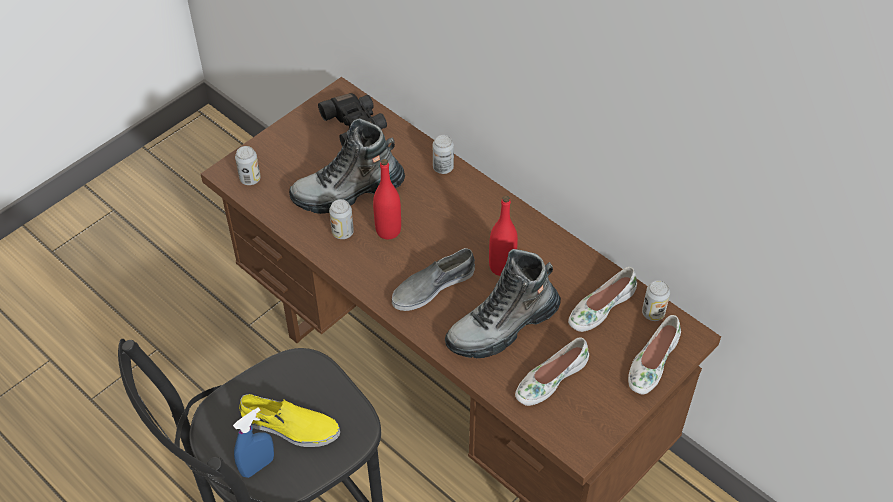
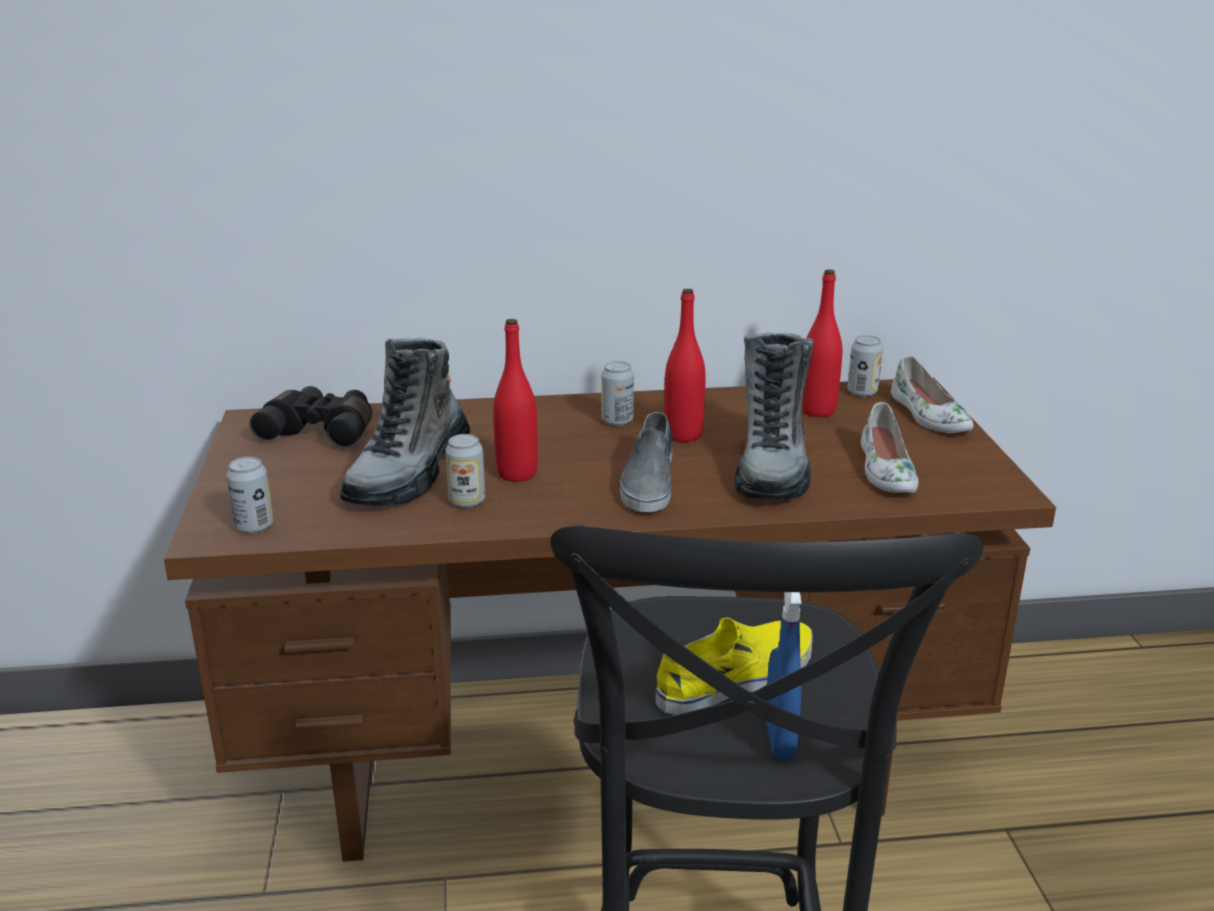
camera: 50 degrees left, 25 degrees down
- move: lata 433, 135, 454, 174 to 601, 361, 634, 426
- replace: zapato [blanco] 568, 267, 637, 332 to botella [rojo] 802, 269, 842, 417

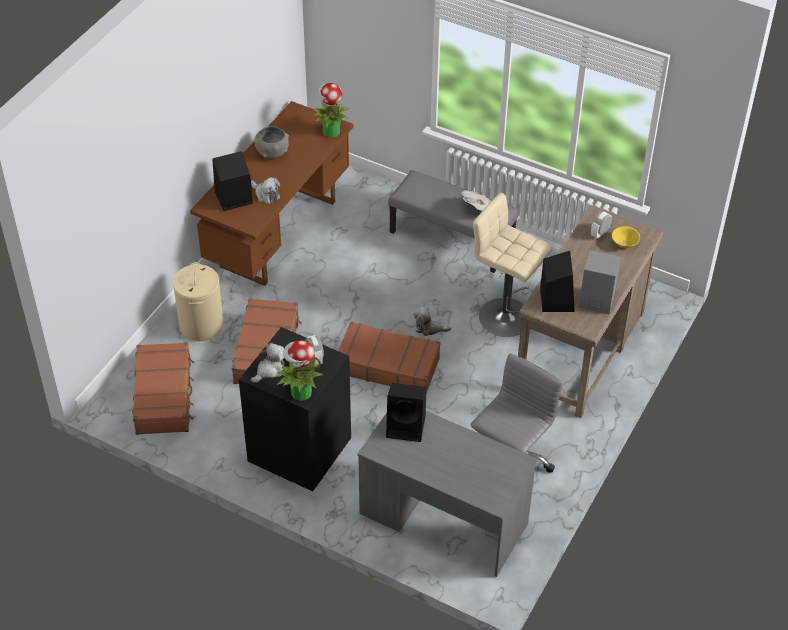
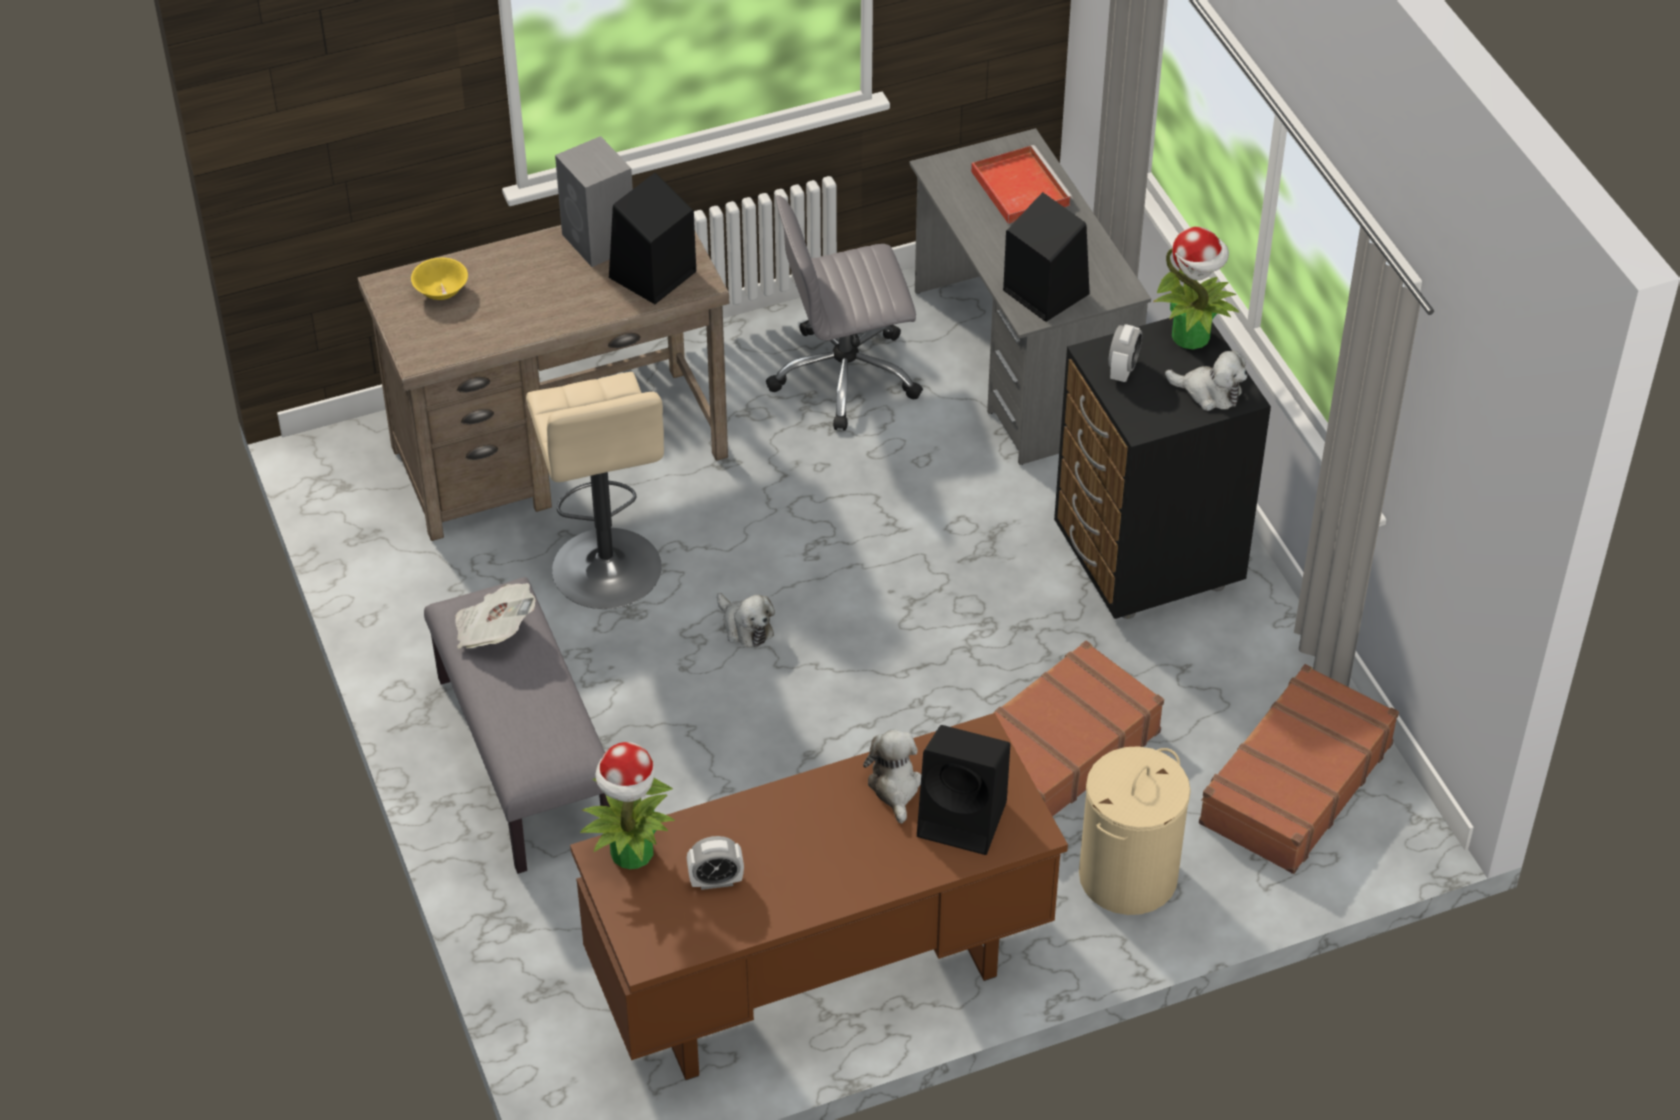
camera: 140 degrees left, 0 degrees up
- delete: cuenco [gris] 254, 126, 289, 159
- delete: maleta [marrón] 338, 321, 441, 394
- insert: bandeja [rojo] 971, 145, 1073, 224
- move: despertador 591, 211, 612, 239 to 687, 836, 744, 890
- rotate: peluche 251, 343, 285, 383 = 1165, 350, 1247, 411 150 degrees counterclockwise

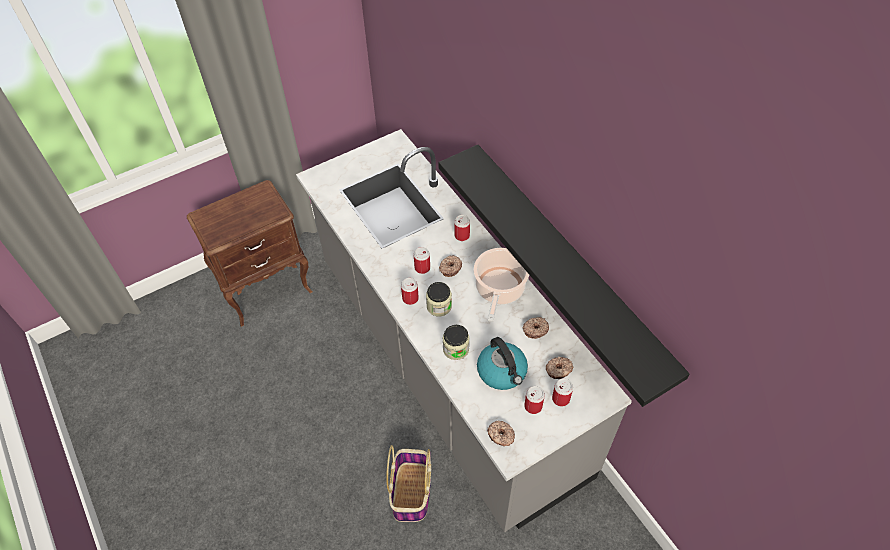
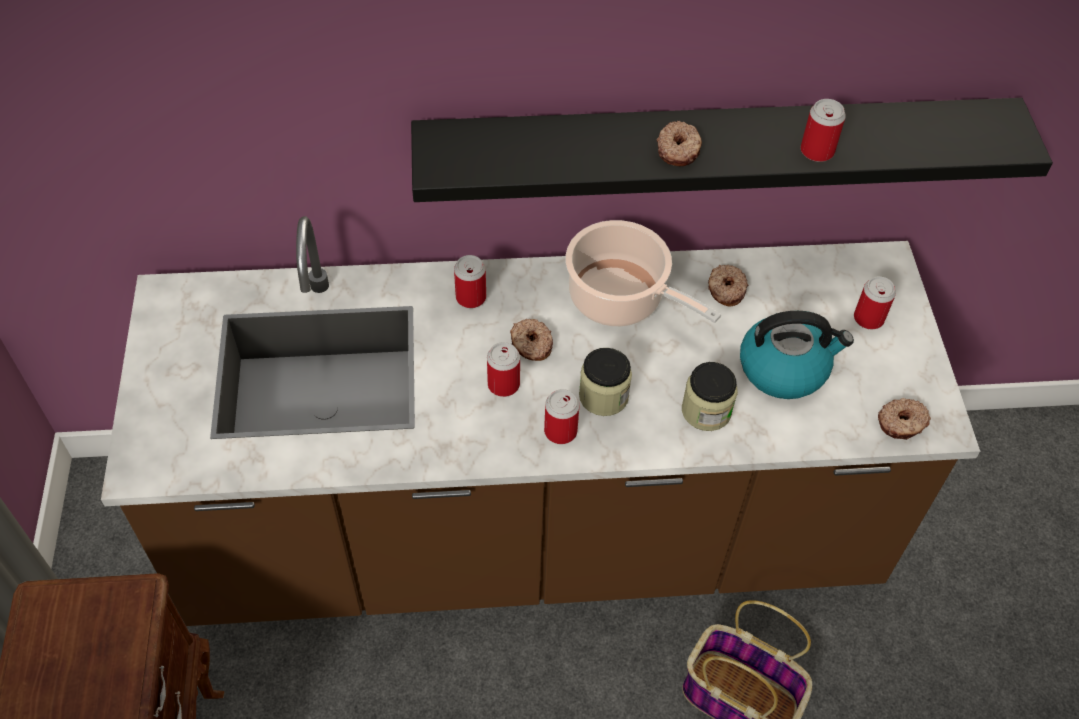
camera: 65 degrees left, 0 degrees up
- move: lata 524, 386, 545, 414 to 801, 99, 846, 162
- move: rosquilla 546, 357, 574, 379 to 657, 121, 702, 166
- recolor: mueble bajo de cocina [gris] 296, 129, 632, 532 to mueble bajo de cocina [marrón] 101, 216, 980, 626

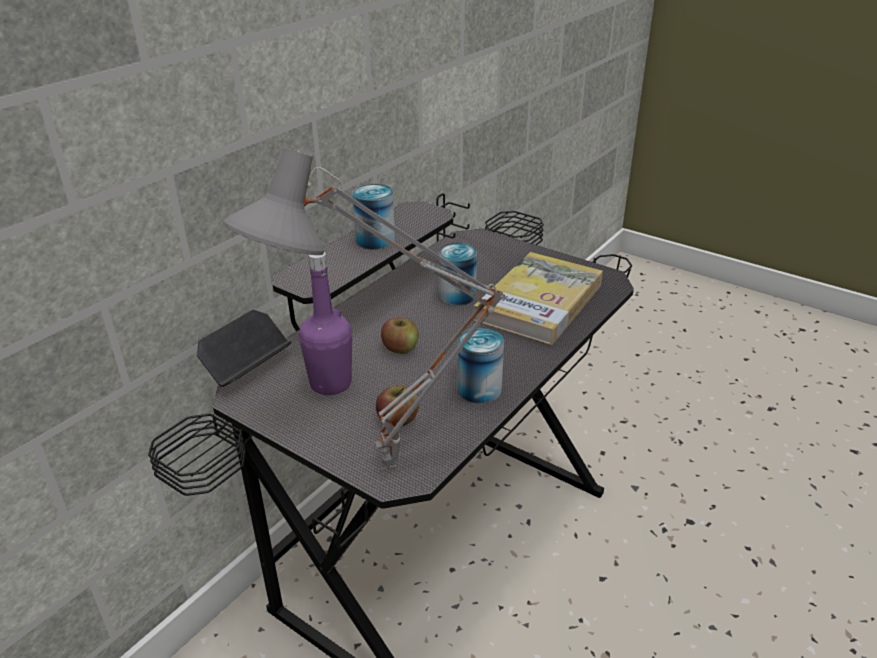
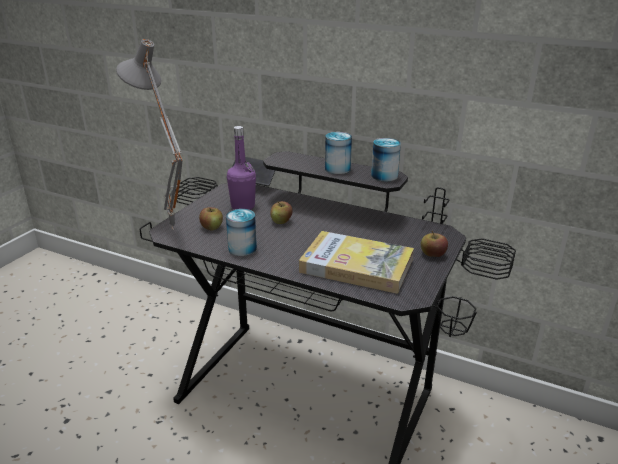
camera: 80 degrees right, 5 degrees down
- insert: manzana 421, 231, 448, 257
- move: lata 438, 243, 477, 306 to 371, 138, 401, 181

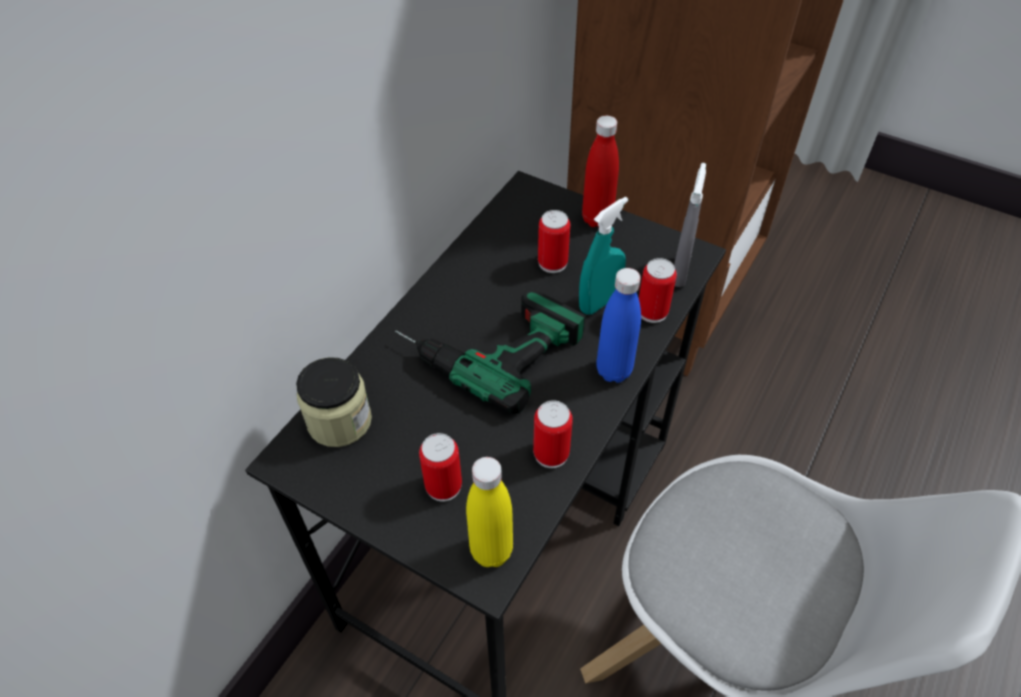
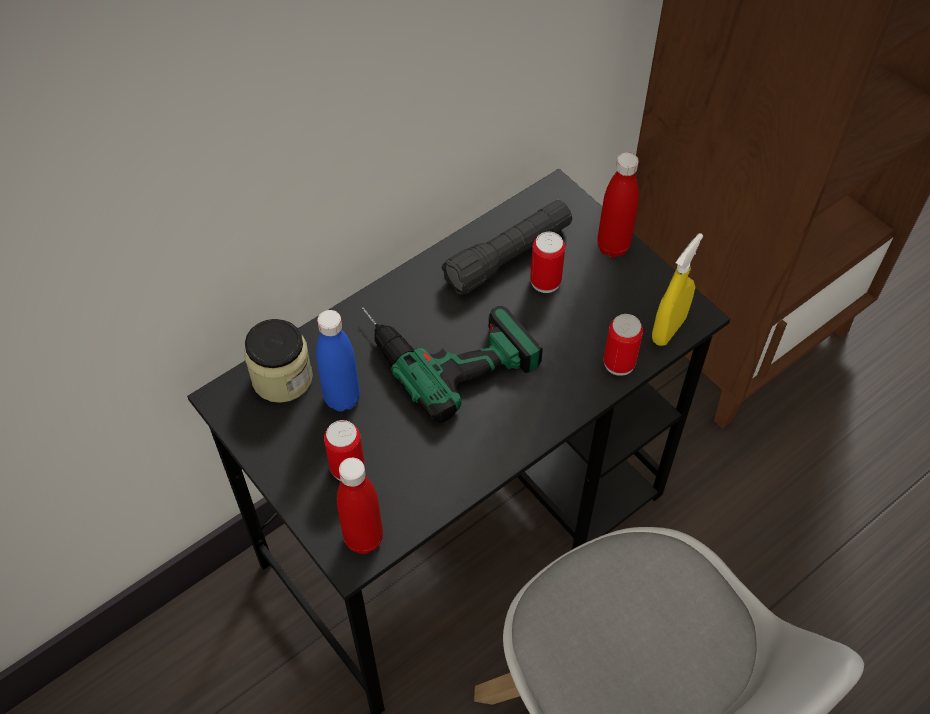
camera: 20 degrees right, 5 degrees up
- delete: lata 533, 400, 573, 468
- delete: pulverizador [turquesa] 579, 197, 628, 315
- insert: linterna [negro] 442, 200, 572, 294
- move: botella [azul] 596, 268, 641, 383 to 316, 310, 360, 412
- recolor: botella [amarillo] 466, 457, 513, 567 to botella [rojo] 337, 458, 383, 554
- recolor: pulverizador [gris] 674, 163, 706, 287 to pulverizador [amarillo] 652, 233, 703, 346

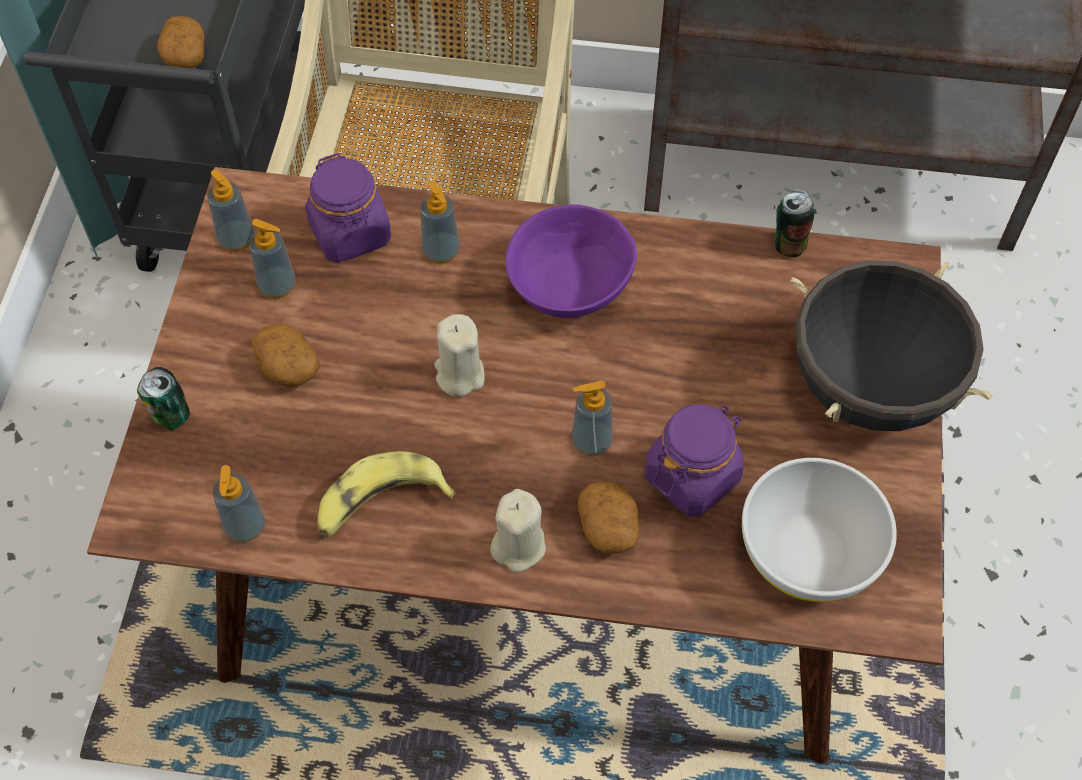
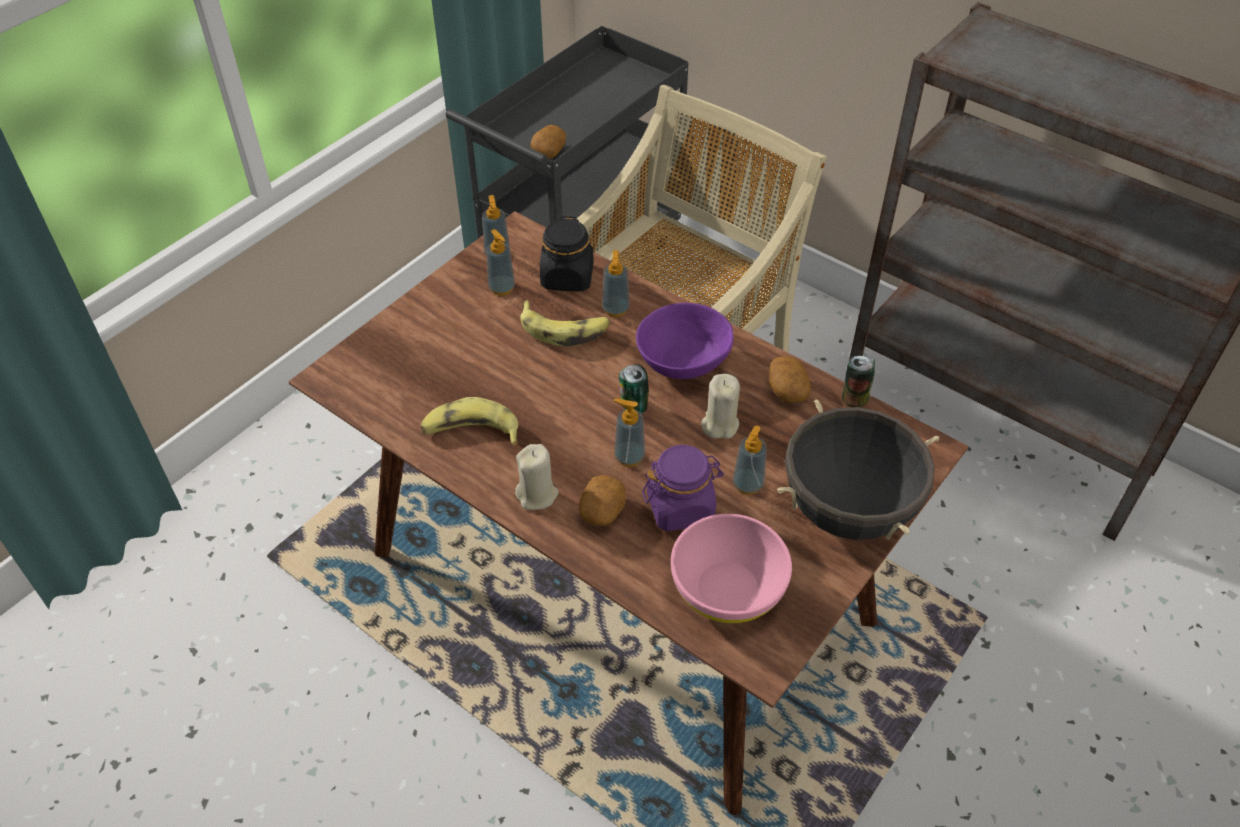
camera: 30 degrees right, 10 degrees down
- insert: plátano 520, 300, 610, 347
- move: lata 137, 367, 190, 431 to 619, 364, 649, 413
- move: dispensador de jabón 212, 465, 266, 543 to 733, 425, 767, 495
- move: patata 252, 324, 320, 387 to 769, 356, 811, 403
- move: vela [beis] 434, 314, 485, 397 to 701, 374, 740, 439
- recolor: tarro [morado] 305, 153, 391, 263 to tarro [negro] 540, 216, 594, 292
- recolor: cuenco [blanco] 742, 458, 897, 602 to cuenco [rosa] 671, 514, 792, 623

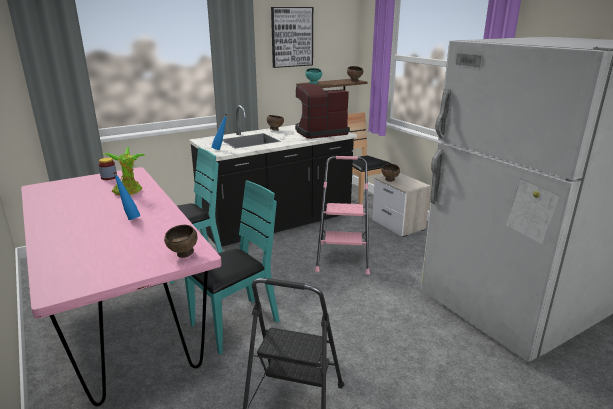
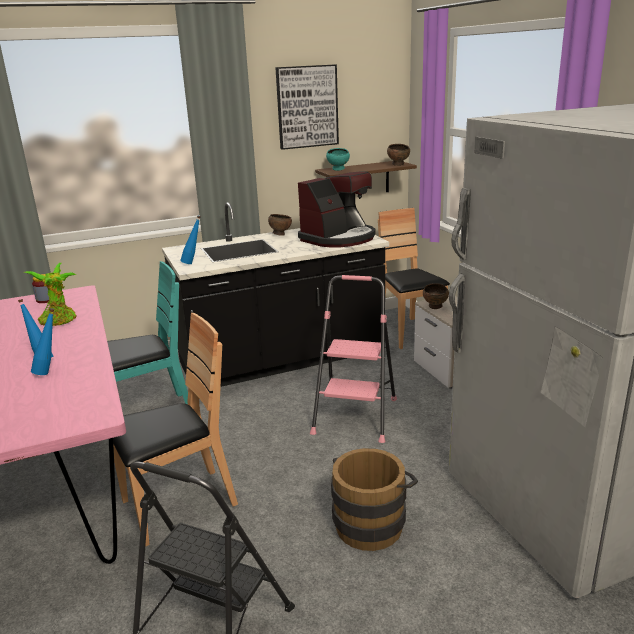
camera: 10 degrees right, 0 degrees up
- delete: cuenco [marrón] 164, 225, 197, 258
- insert: botella [azul] 31, 308, 55, 375
- insert: cubo [marrón] 331, 448, 418, 551
- recolor: silla [turquesa] 185, 181, 280, 355 to silla [marrón] 113, 313, 238, 547
- rotate: cafetera 295, 83, 350, 139 = 298, 172, 376, 248 150 degrees clockwise

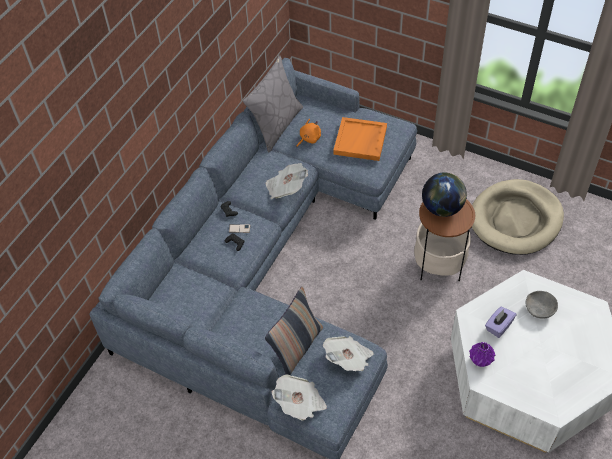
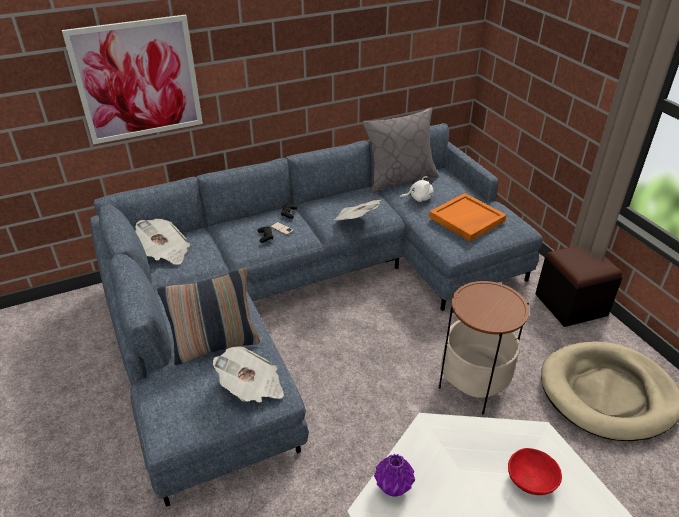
camera: 35 degrees right, 15 degrees down
- delete: globo terráqueo 422, 172, 467, 217
- delete: caja de pañuelos [morado] 485, 306, 517, 338
- insert: cuadro 62, 14, 203, 145
- insert: puf [negro] 535, 246, 623, 327
- move: periódico 272, 375, 327, 420 to 135, 219, 190, 265
- recolor: peluche [naranja] 296, 119, 321, 147 to peluche [blanco] 400, 176, 433, 202
- recolor: cuenco [gris] 525, 291, 558, 319 to cuenco [rojo] 508, 448, 562, 495

